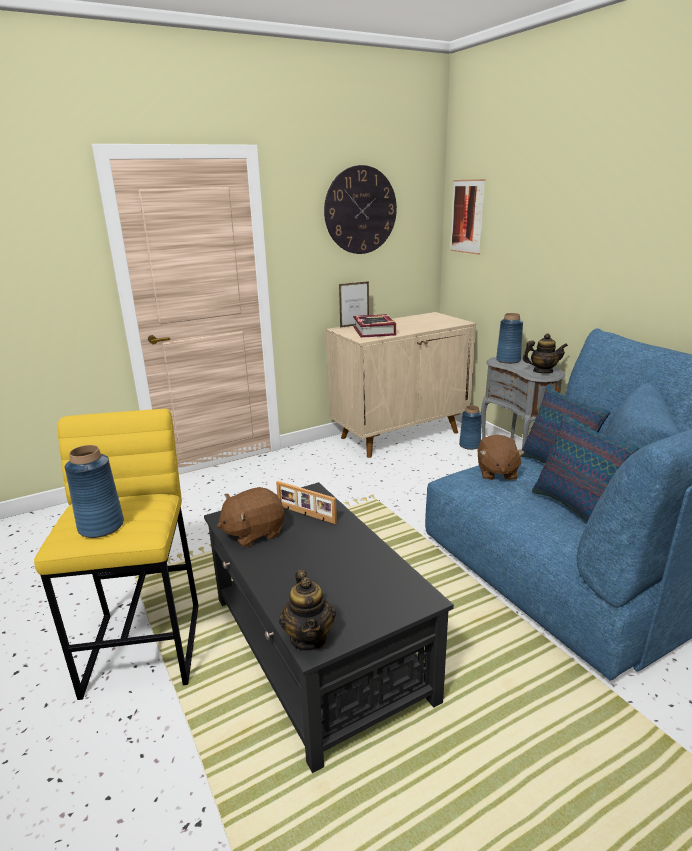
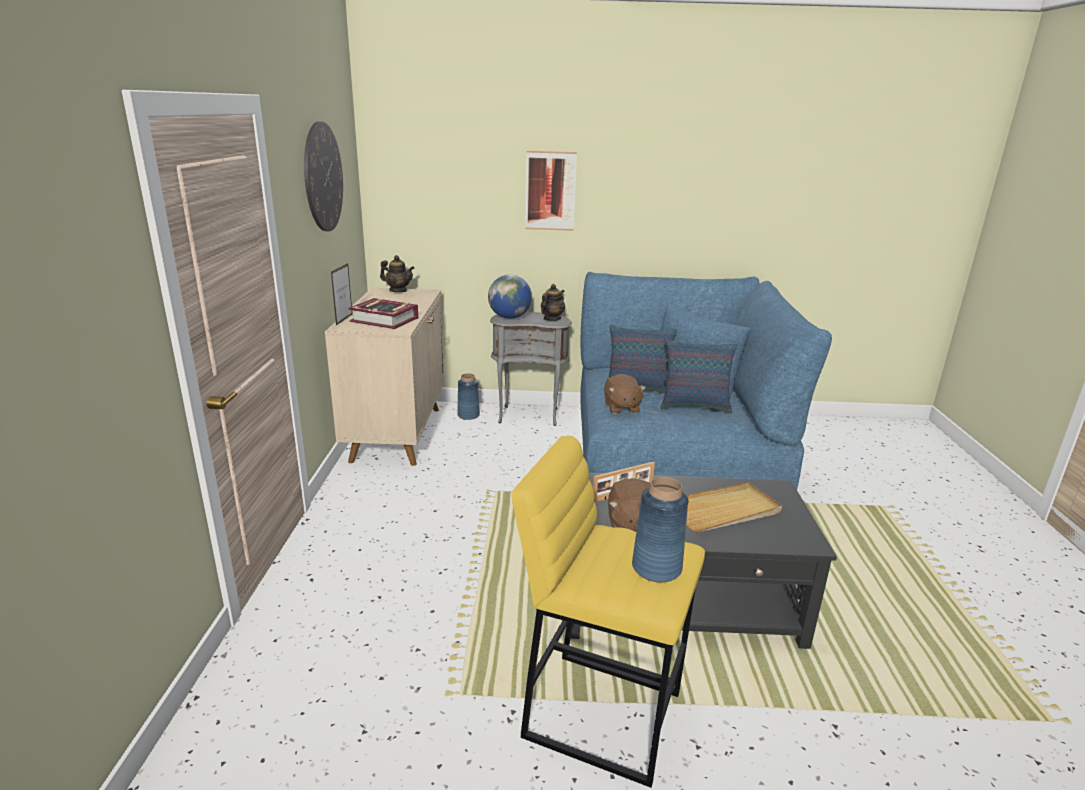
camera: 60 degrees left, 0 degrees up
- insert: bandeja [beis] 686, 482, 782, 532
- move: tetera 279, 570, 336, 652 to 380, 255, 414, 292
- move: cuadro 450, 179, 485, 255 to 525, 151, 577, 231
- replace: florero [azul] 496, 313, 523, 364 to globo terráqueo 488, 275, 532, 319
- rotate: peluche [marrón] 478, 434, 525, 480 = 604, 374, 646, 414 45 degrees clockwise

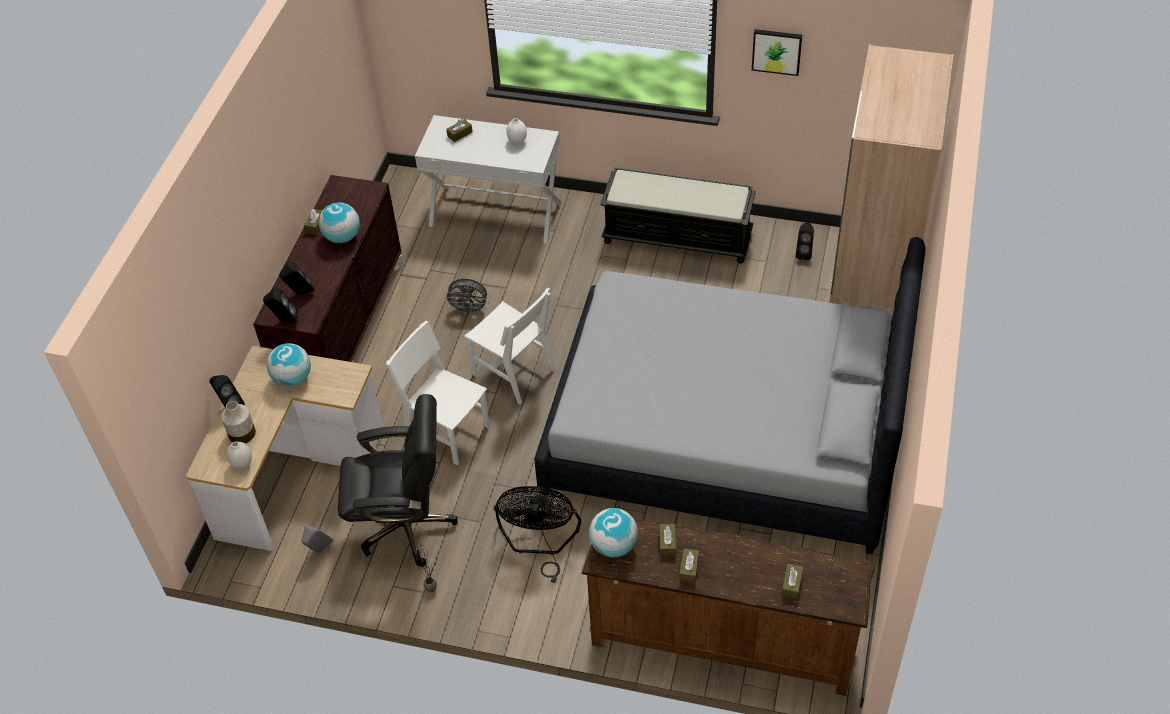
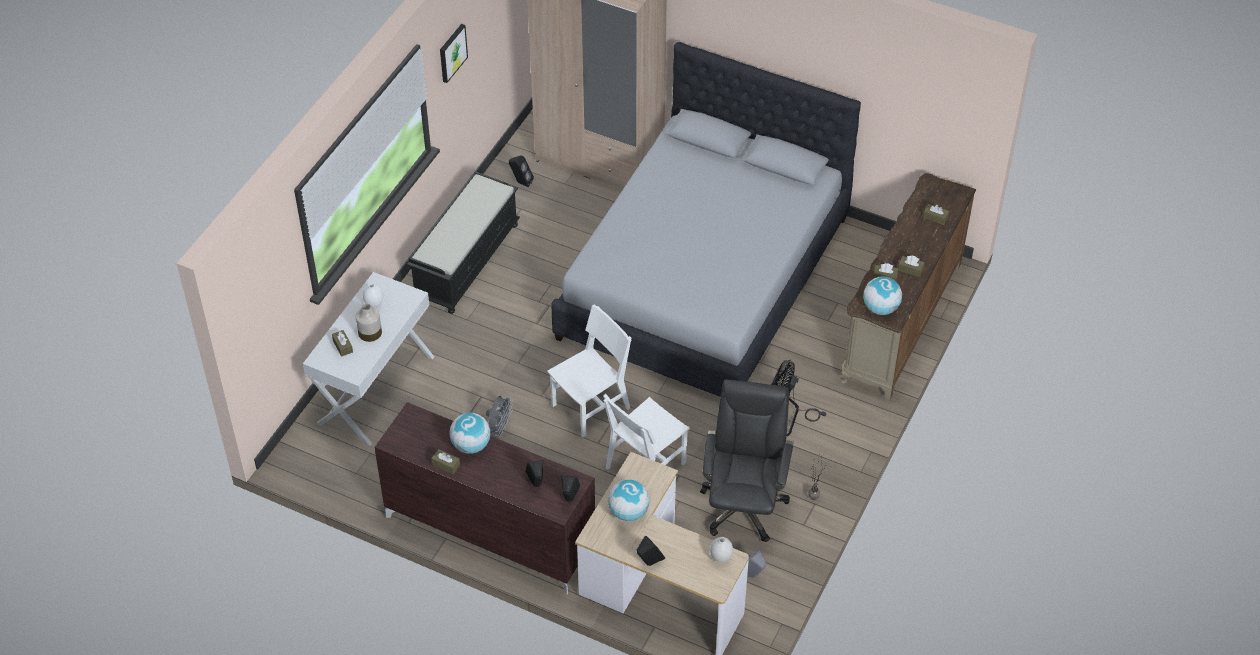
camera: 80 degrees left, 0 degrees up
- move: florero [beis] 221, 401, 256, 443 to 356, 303, 382, 342

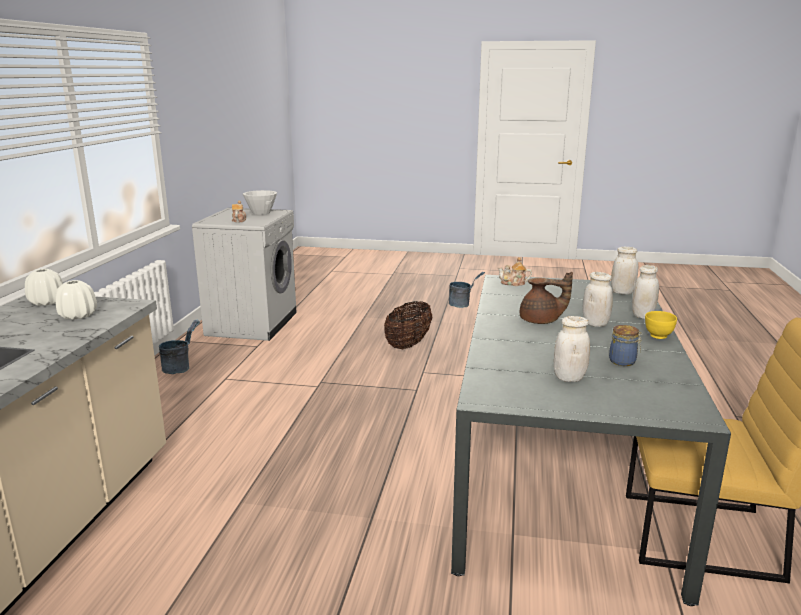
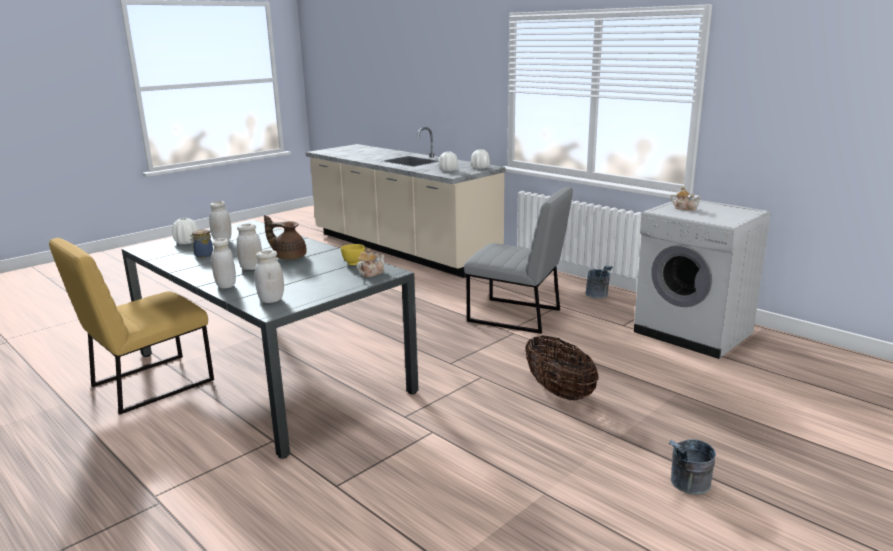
camera: 125 degrees right, 0 degrees up
- delete: cuenco [blanco] 243, 190, 277, 215
- insert: florero [blanco] 172, 218, 199, 244
- insert: silla [gris] 464, 187, 573, 334
- move: cuenco [amarillo] 645, 311, 677, 339 to 341, 244, 365, 265
- rotate: tetera [marrón] 520, 272, 573, 324 = 264, 215, 307, 260 60 degrees clockwise

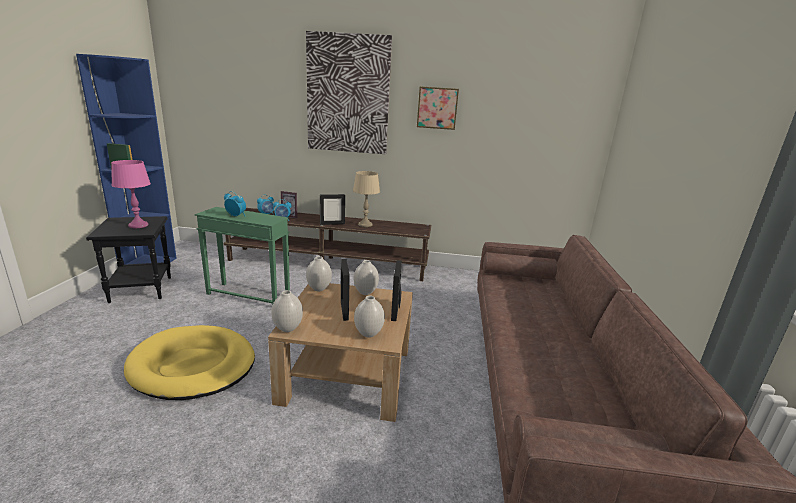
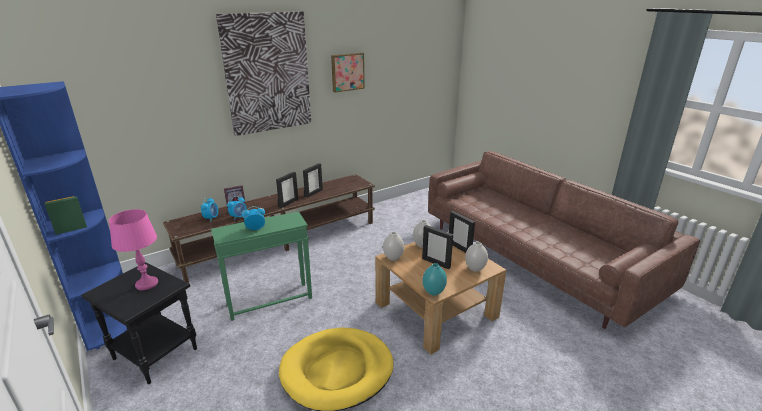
camera: 40 degrees left, 5 degrees up
- replace: lámpara de mesa [beis] 353, 171, 380, 227 to portarretratos 303, 163, 323, 198
- recolor: florero [blanco] 271, 290, 303, 332 to florero [turquesa] 422, 263, 447, 296

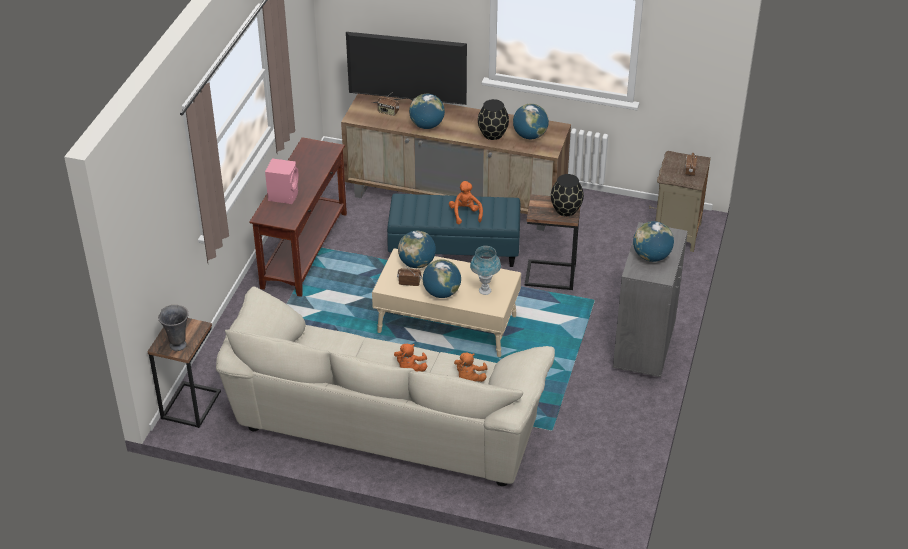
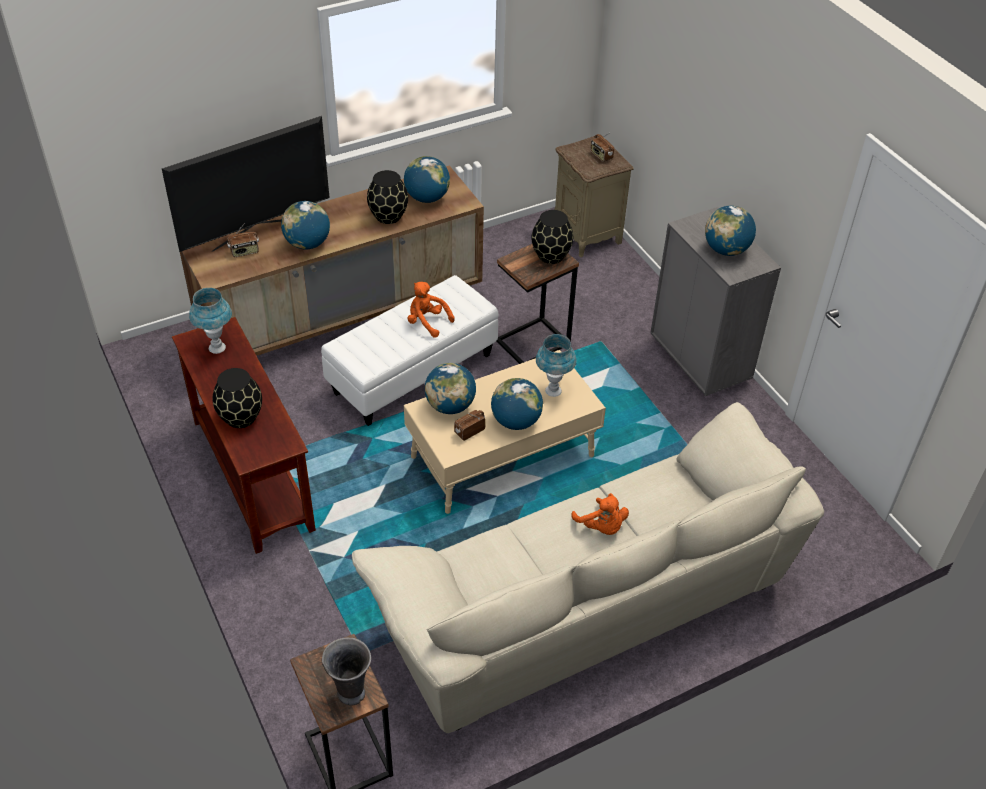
camera: 45 degrees left, 5 degrees up
- delete: peluche [naranja] 454, 353, 488, 382
- insert: lámpara de mesa [azul] 189, 288, 232, 354
- replace: altavoz [rosa] 265, 158, 299, 204 to florero [negro] 213, 368, 262, 428
- recolor: puf [azul] 387, 194, 521, 267 to puf [blanco] 321, 275, 499, 426

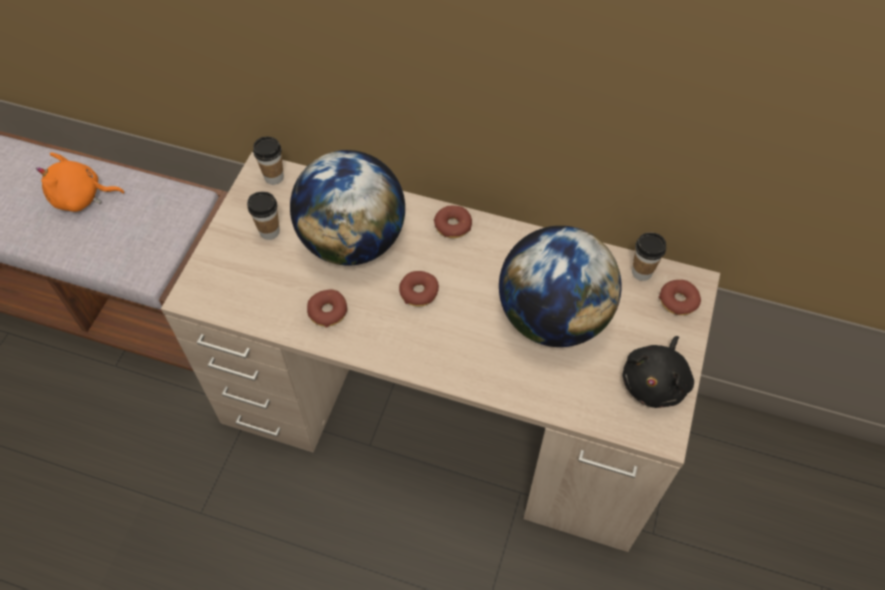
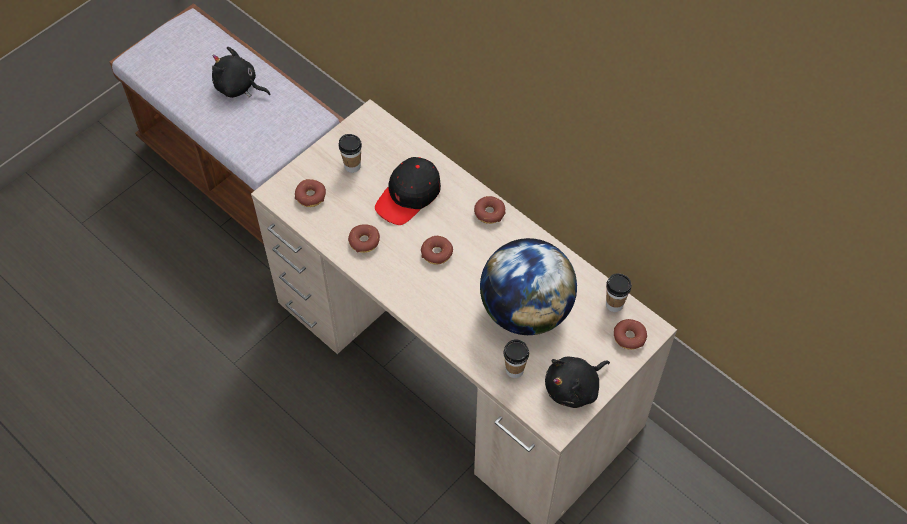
camera: 25 degrees right, 0 degrees up
- insert: rosquilla 295, 179, 326, 207
- move: taza 253, 137, 284, 185 to 504, 339, 529, 378
- replace: globo terráqueo 290, 150, 405, 266 to gorra [negro] 375, 157, 441, 225
- recolor: peluche [naranja] 36, 153, 125, 212 to peluche [negro] 212, 47, 271, 98

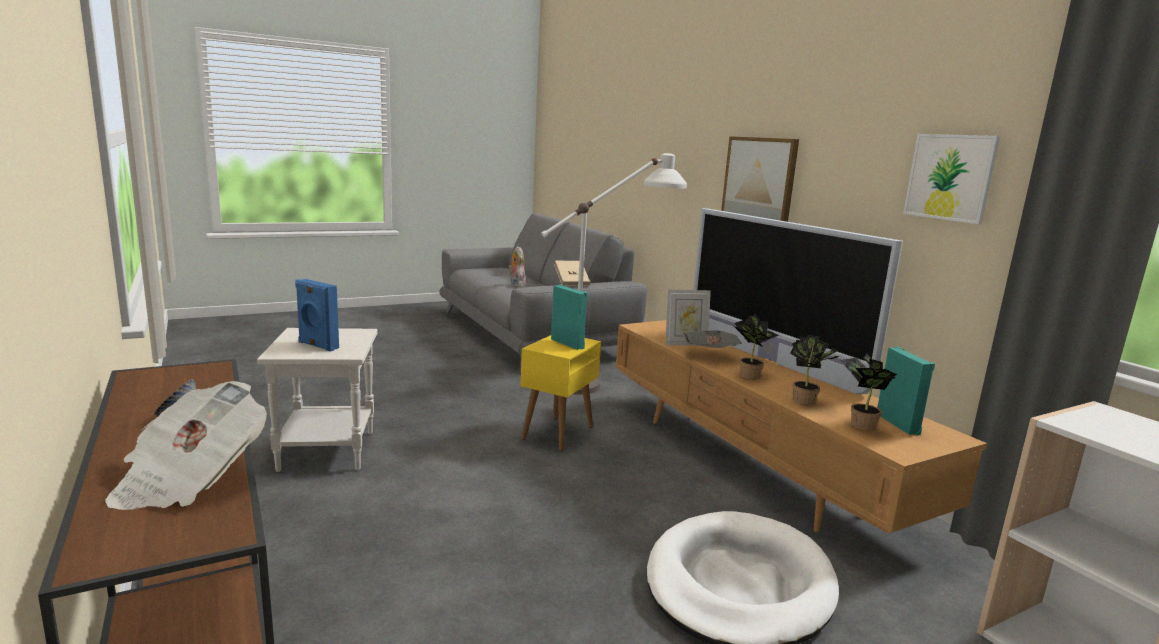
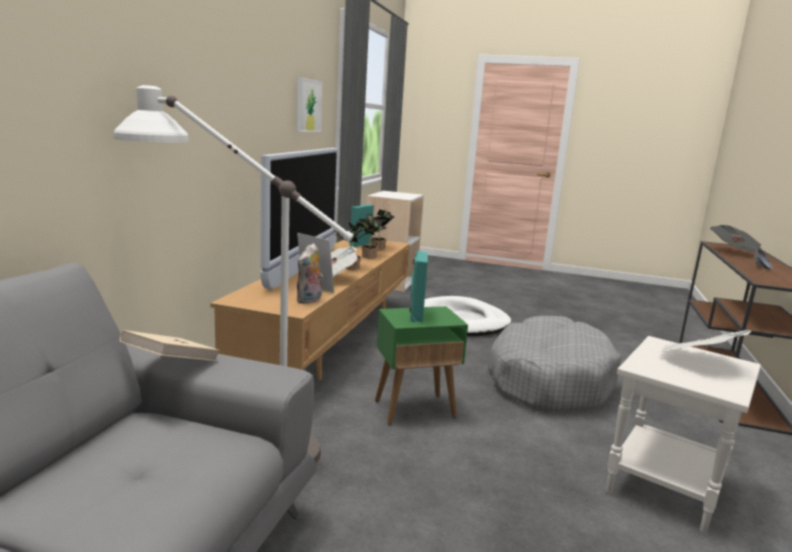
camera: 135 degrees left, 0 degrees up
- delete: cuadro 721, 136, 799, 222
- insert: cama para perro [gris] 488, 316, 622, 412
- move: peluche 509, 246, 526, 287 to 296, 243, 323, 304
- replace: altavoz [azul] 295, 279, 339, 351 to periódico 658, 330, 751, 353
- recolor: mesa auxiliar [amarillo] 521, 335, 601, 451 to mesa auxiliar [verde] 375, 306, 468, 425

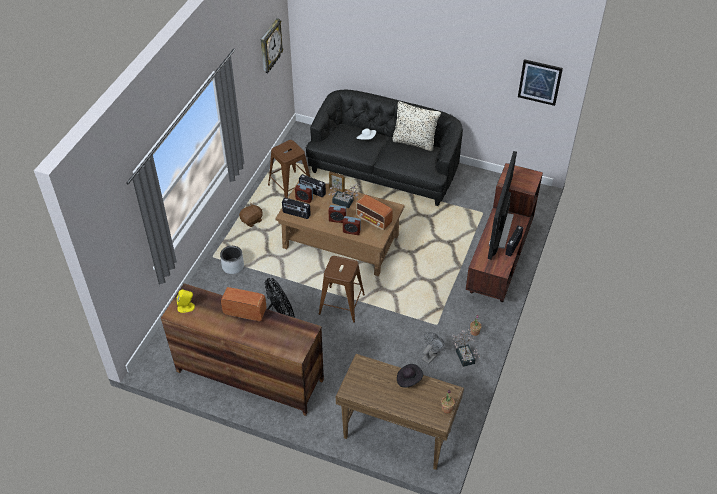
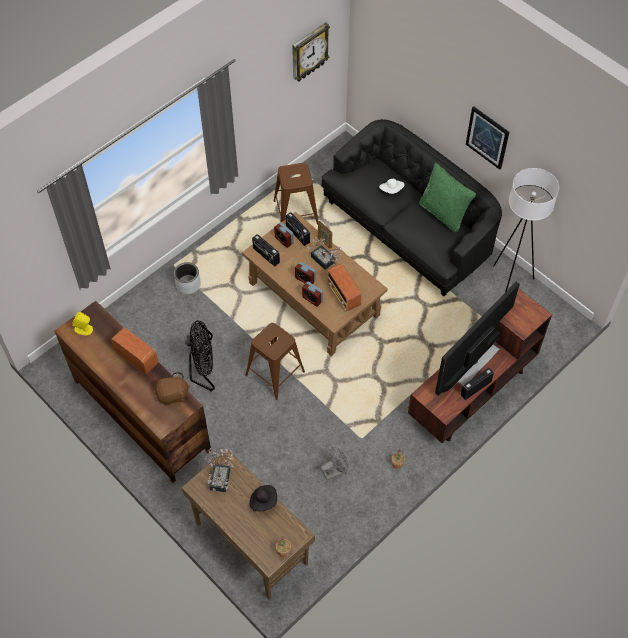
camera: 25 degrees right, 10 degrees up
- insert: lámpara de pie [blanco] 493, 168, 559, 292
- move: peluche [marrón] 239, 203, 263, 227 to 155, 374, 190, 406
- move: planta en maceta 452, 329, 480, 367 to 205, 448, 233, 492
- move: cuadro 518, 59, 563, 106 to 466, 107, 509, 170
- recolor: cojín [beis] 392, 101, 441, 151 to cojín [verde] 419, 163, 476, 232

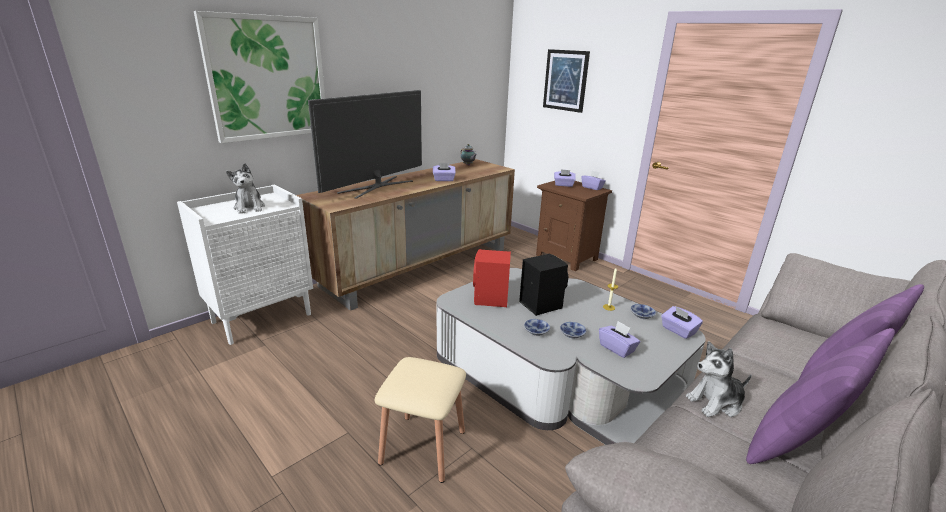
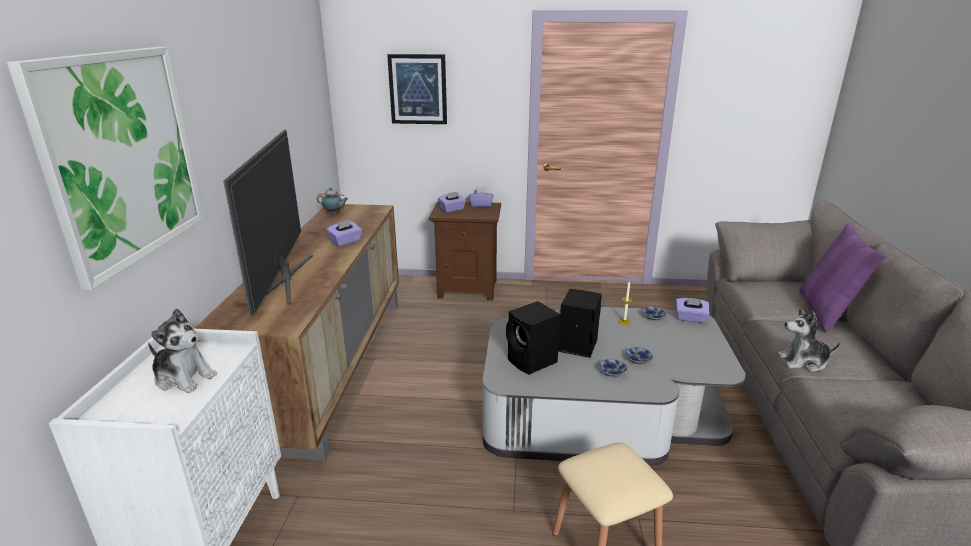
camera: 40 degrees left, 0 degrees up
- delete: caja de pañuelos [morado] 599, 321, 640, 358
- delete: cojín [morado] 746, 328, 895, 464
- recolor: altavoz [rojo] 473, 249, 511, 307 to altavoz [negro] 506, 301, 561, 375
- rotate: peluche 686, 341, 752, 417 = 778, 308, 841, 372 60 degrees clockwise

